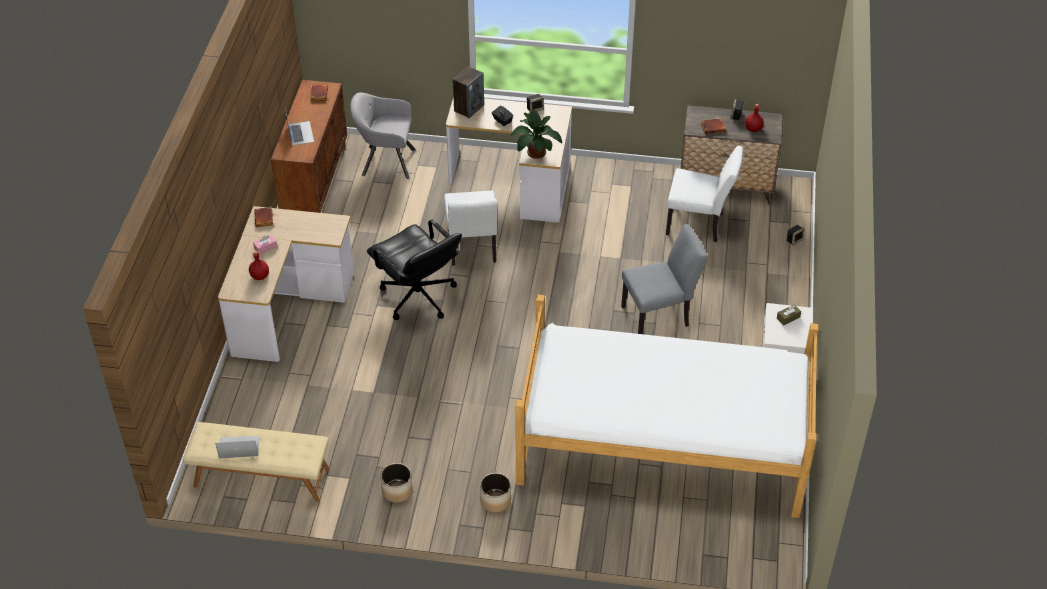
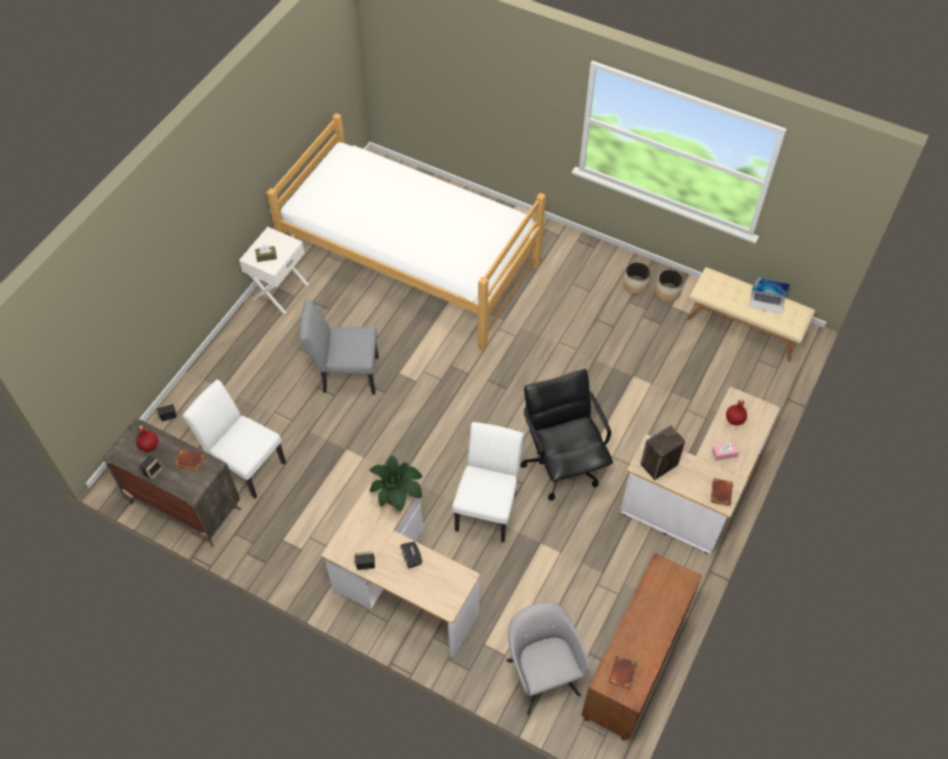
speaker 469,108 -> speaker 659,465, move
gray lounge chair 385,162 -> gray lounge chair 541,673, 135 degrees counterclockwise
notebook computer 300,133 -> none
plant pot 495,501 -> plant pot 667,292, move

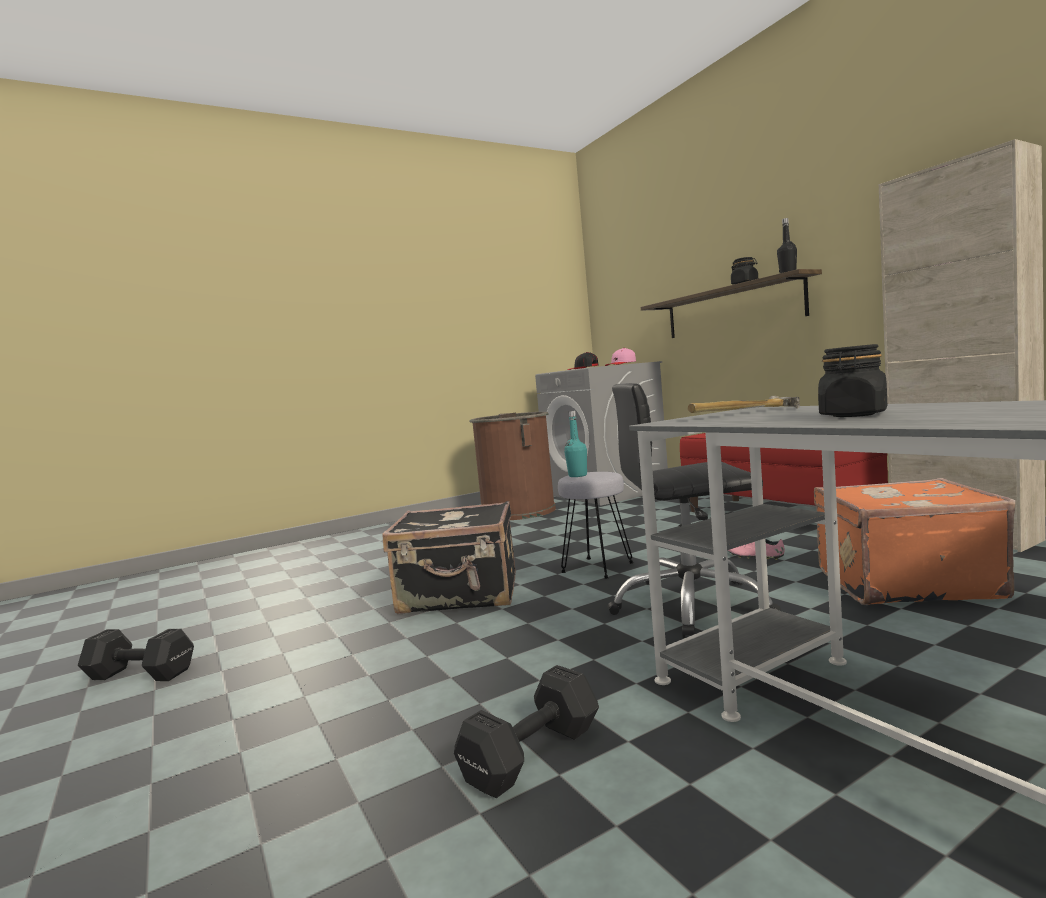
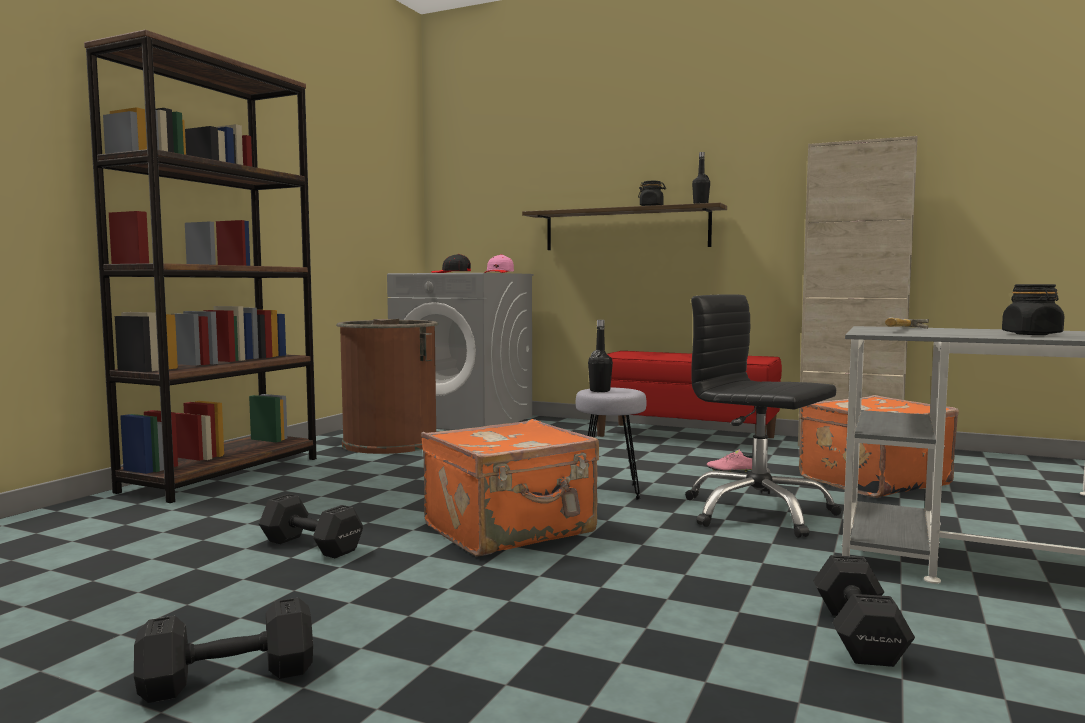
black computer chair 691,605 -> black computer chair 757,512, 75 degrees clockwise
turquoise-coloured beverage bottle 577,475 -> black beverage bottle 600,391
black suitcase 460,595 -> orangey suitcase 511,530
none -> brown-coloured bookcase 224,474
none -> black free weight 312,546

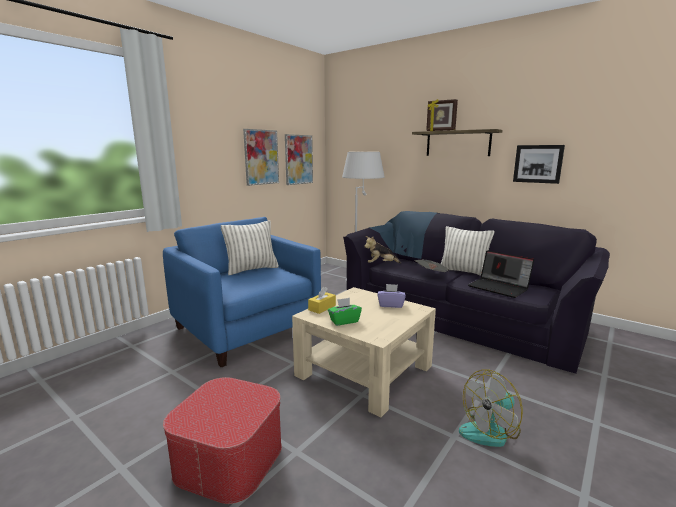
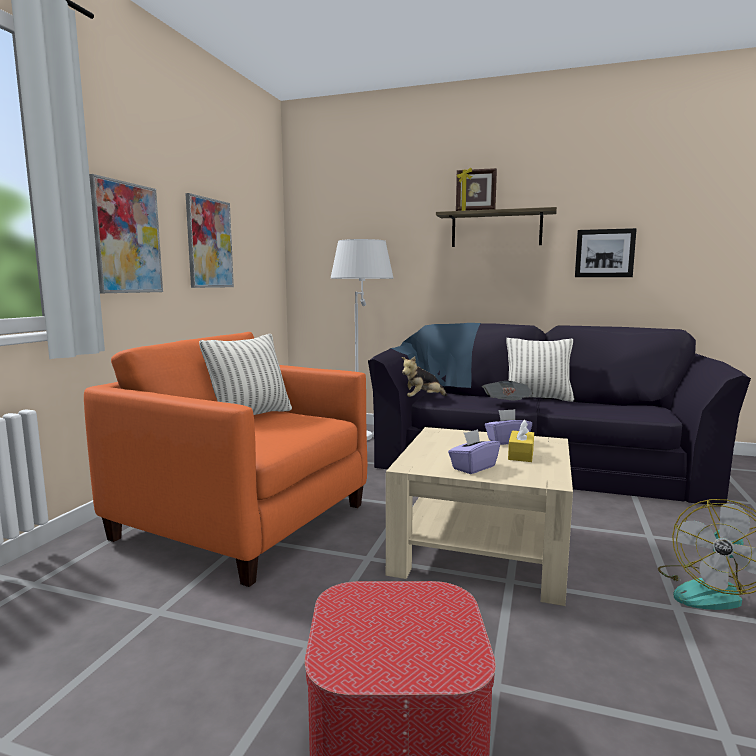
wall picture 298,159 -> wall picture 127,238, move
bluish lounge chair 247,329 -> orangey lounge chair 243,522
notebook computer 499,287 -> none
yellowish box of tissues 322,307 -> yellowish box of tissues 521,454, move
greenish box of tissues 344,321 -> purple-coloured box of tissues 473,467

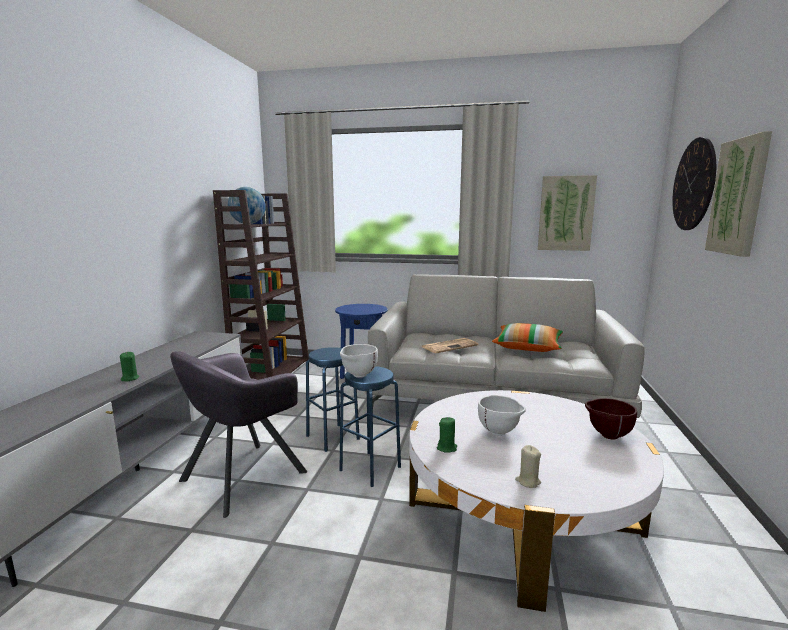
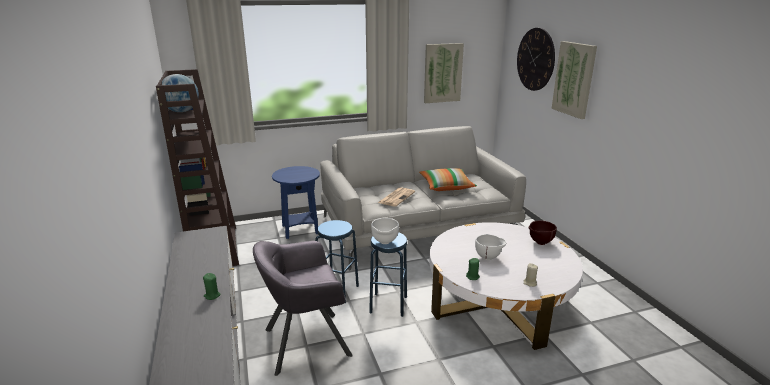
gray lounge chair 242,476 -> gray lounge chair 306,342, 60 degrees clockwise

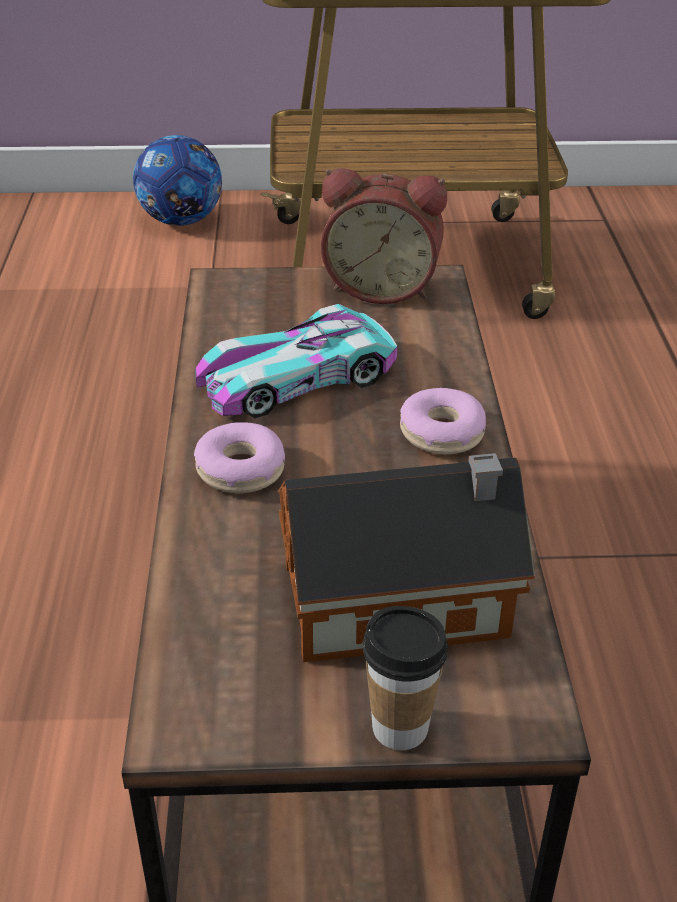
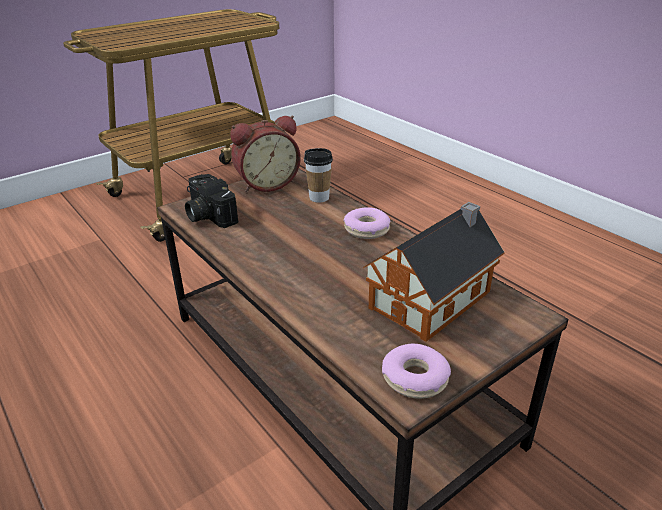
football ball 181,221 -> none
model car 296,379 -> none
donut 240,469 -> donut 415,378, move
cup 400,727 -> cup 319,198, move
none -> still camera 207,215

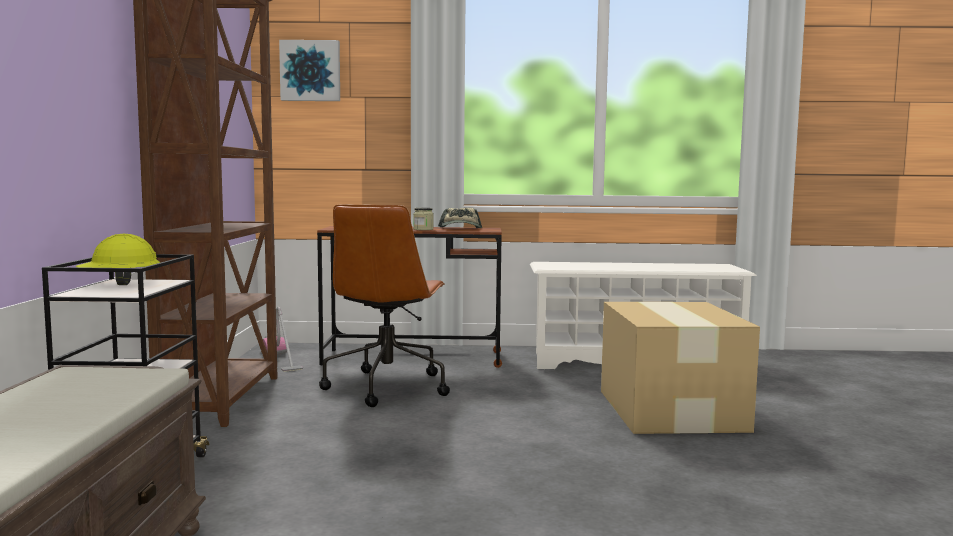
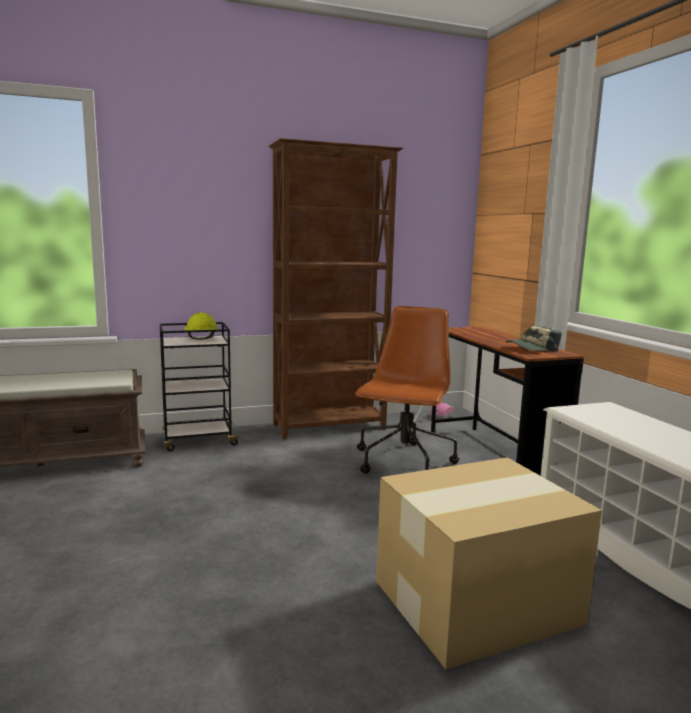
wall picture 310,71 -> none
brown-coloured computer chair 387,387 -> brown-coloured computer chair 404,462, 120 degrees clockwise
jar 423,229 -> none

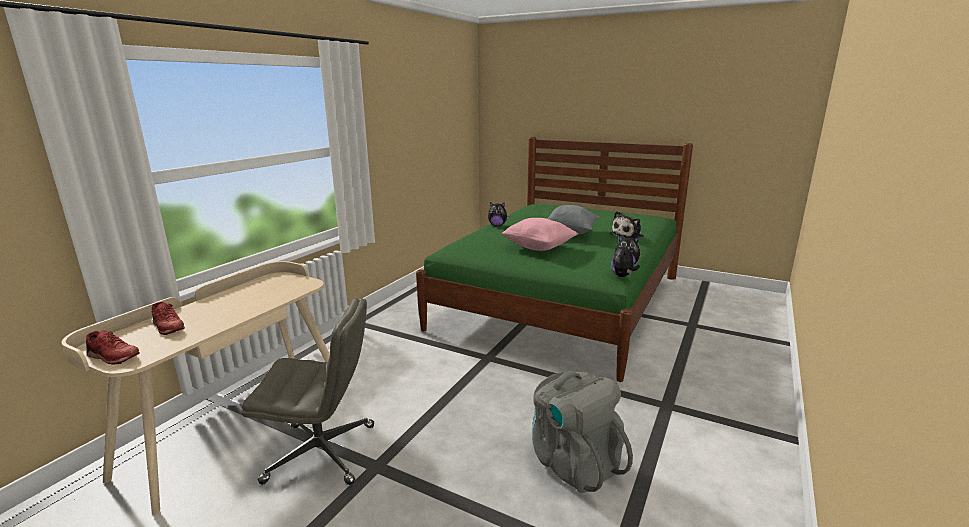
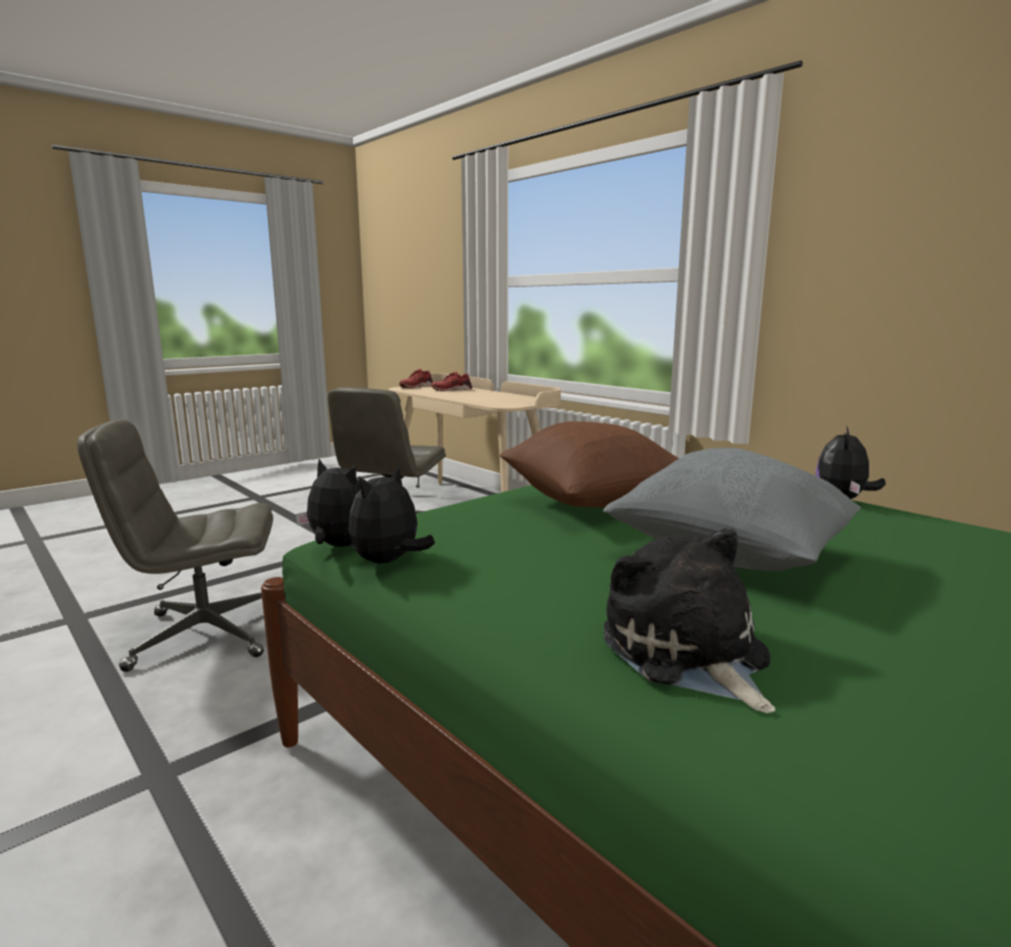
pinkish cushion 538,248 -> brown-coloured cushion 594,503
gray rucksack 573,462 -> gray computer chair 203,635

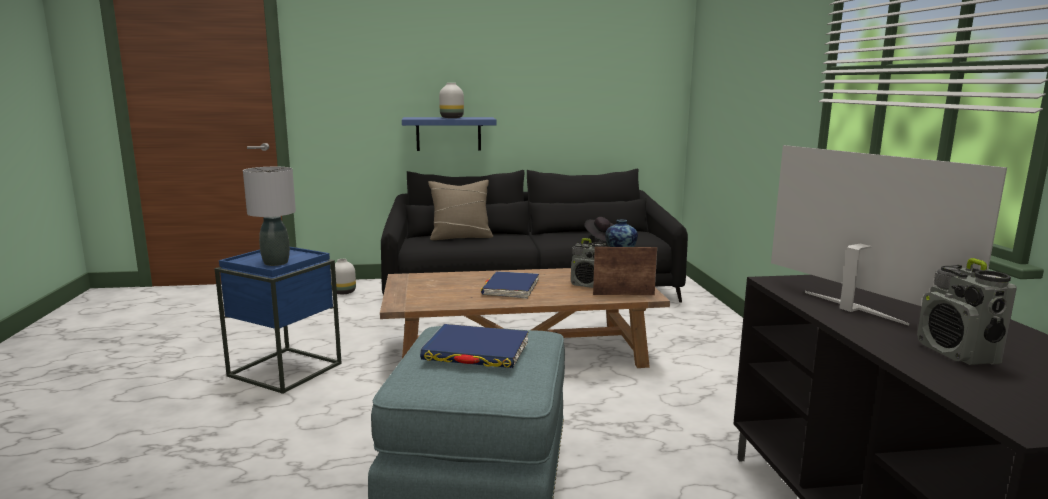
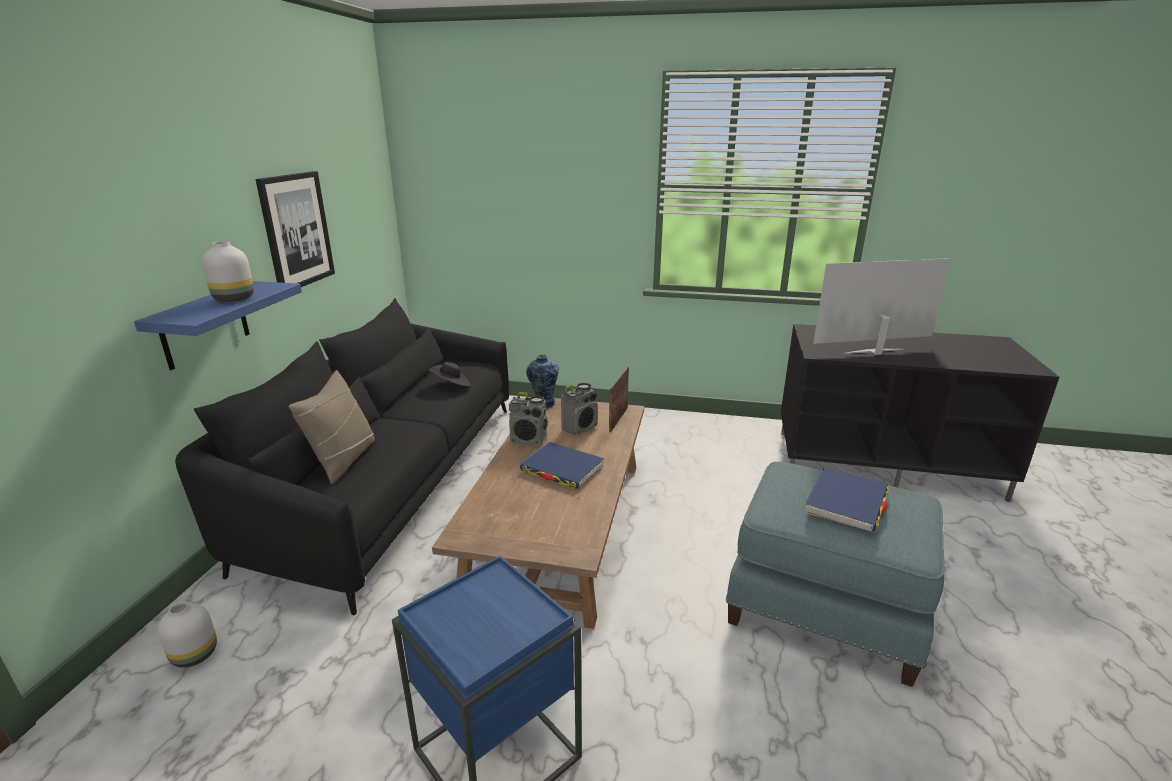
gray table lamp 276,263 -> none
radio set 957,353 -> radio set 528,439, move
none -> wall picture 296,230

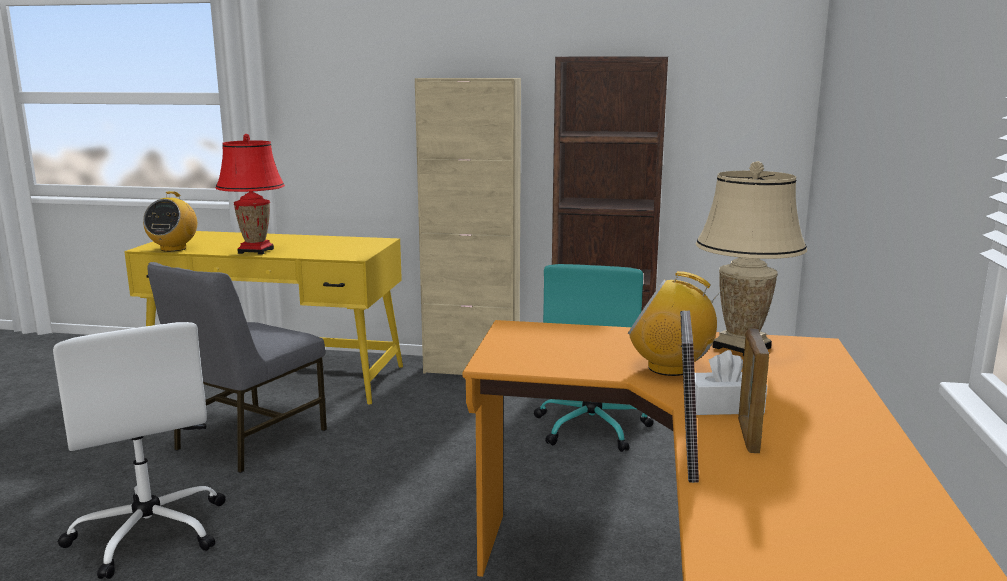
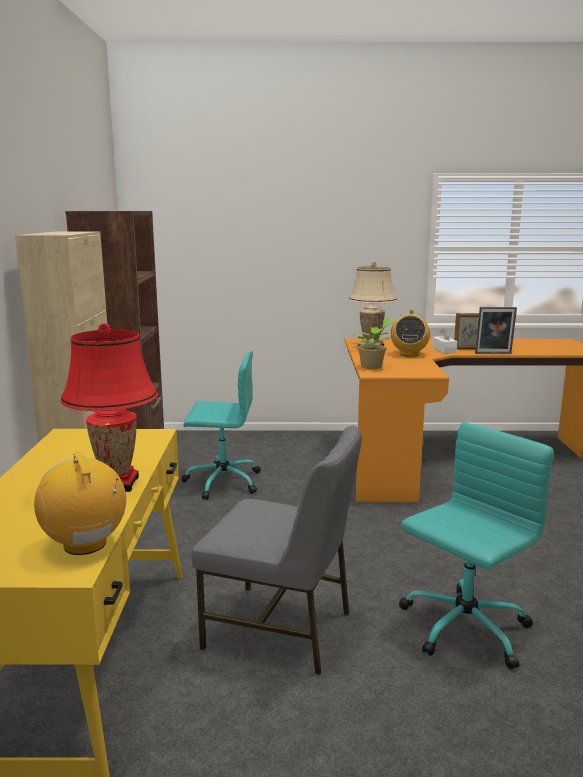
radio set 173,249 -> radio set 85,544, 120 degrees counterclockwise
white-coloured computer chair 150,532 -> turquoise-coloured computer chair 463,628
none -> houseplant 373,367

